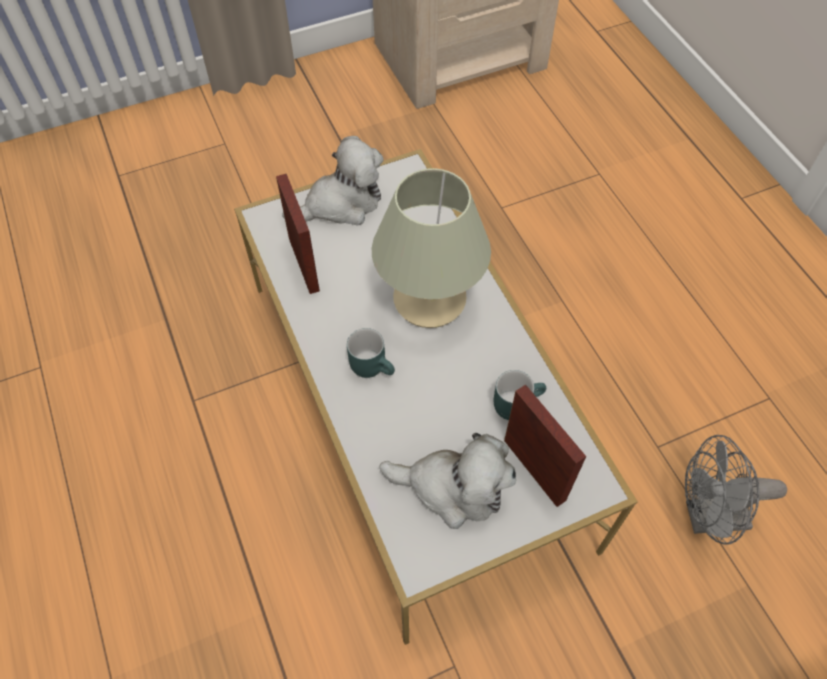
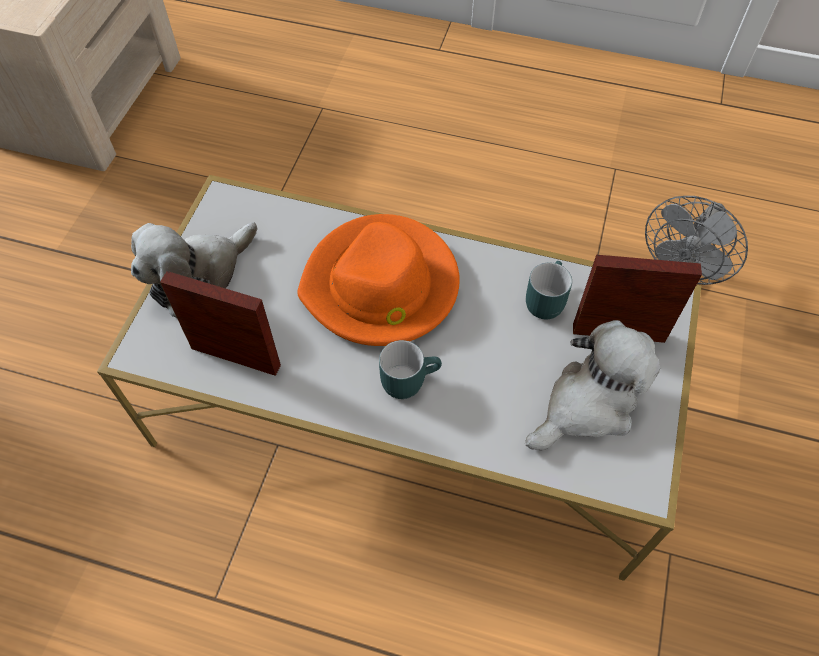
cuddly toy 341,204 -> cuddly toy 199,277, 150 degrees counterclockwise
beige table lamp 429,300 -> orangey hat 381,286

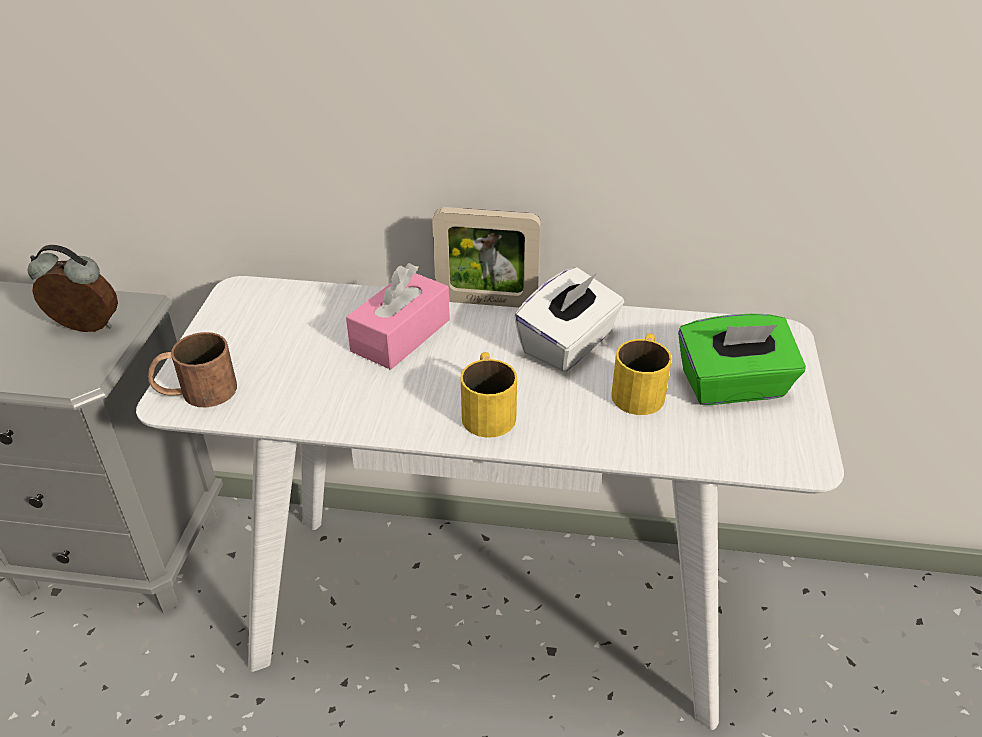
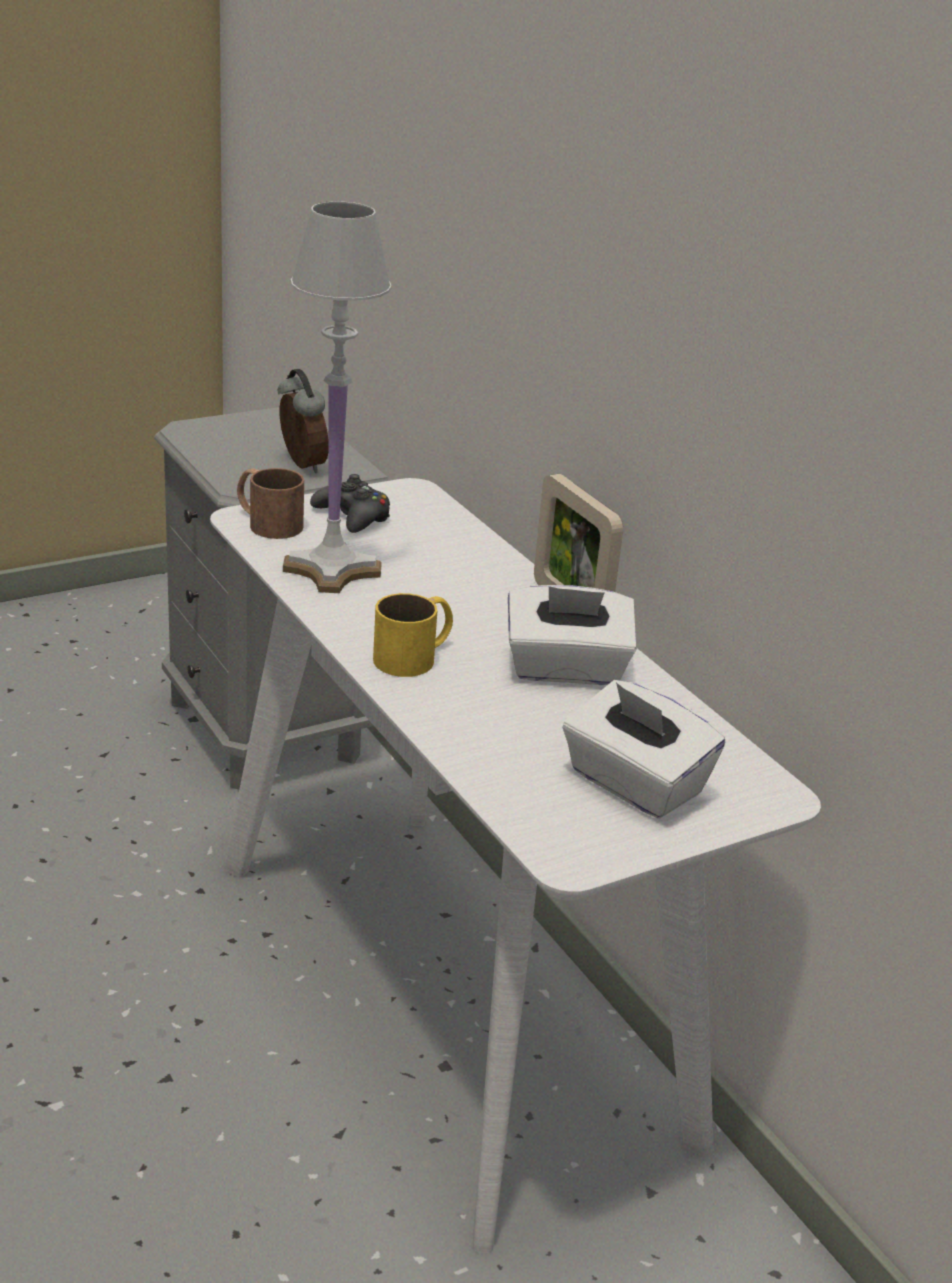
pinkish box of tissues 401,335 -> none
greenish box of tissues 733,386 -> white-coloured box of tissues 634,784
yellowish coffee mug 640,388 -> none
none -> white-coloured table lamp 331,570
none -> black game controller 353,516

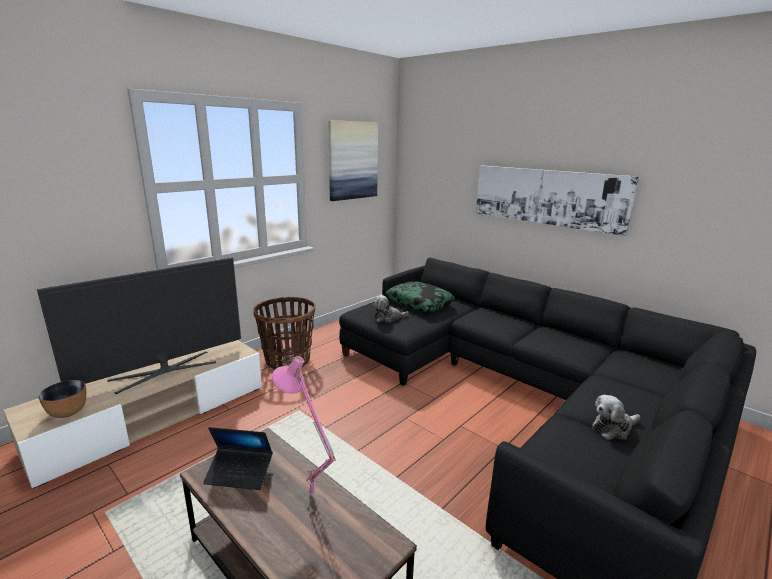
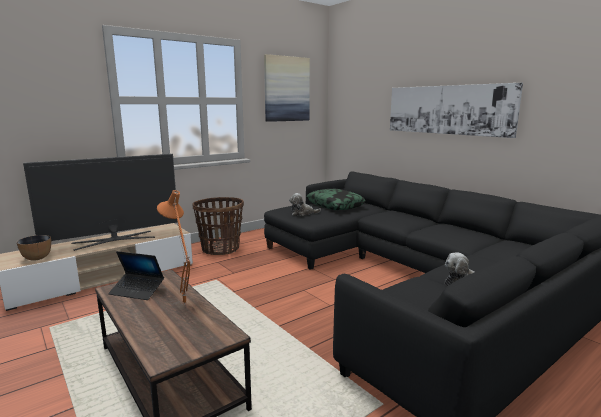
pinkish table lamp 309,495 -> orangey table lamp 182,305

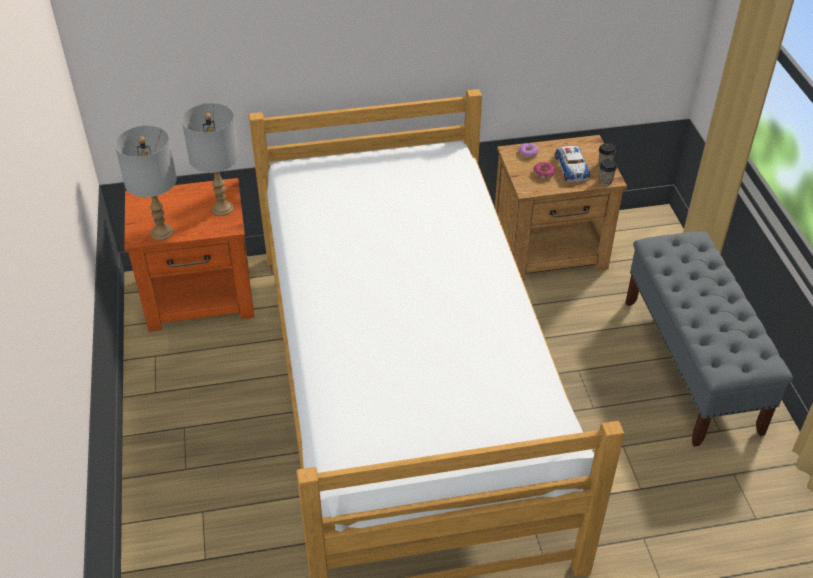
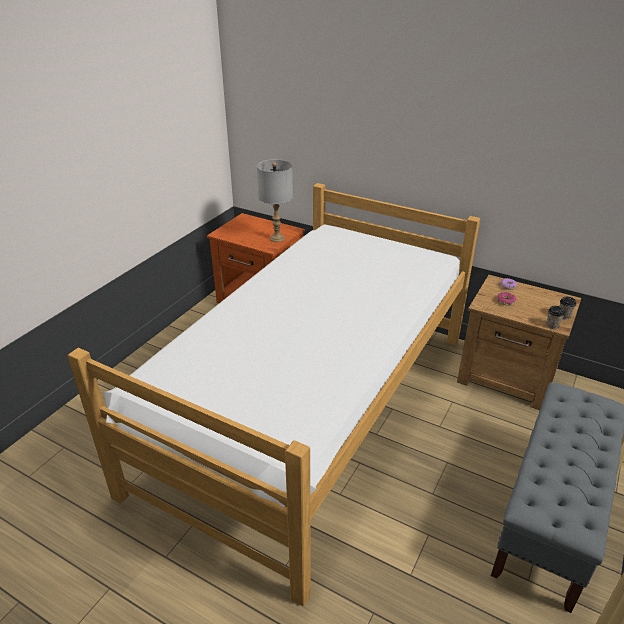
gray table lamp 162,233 -> none
model car 572,168 -> none

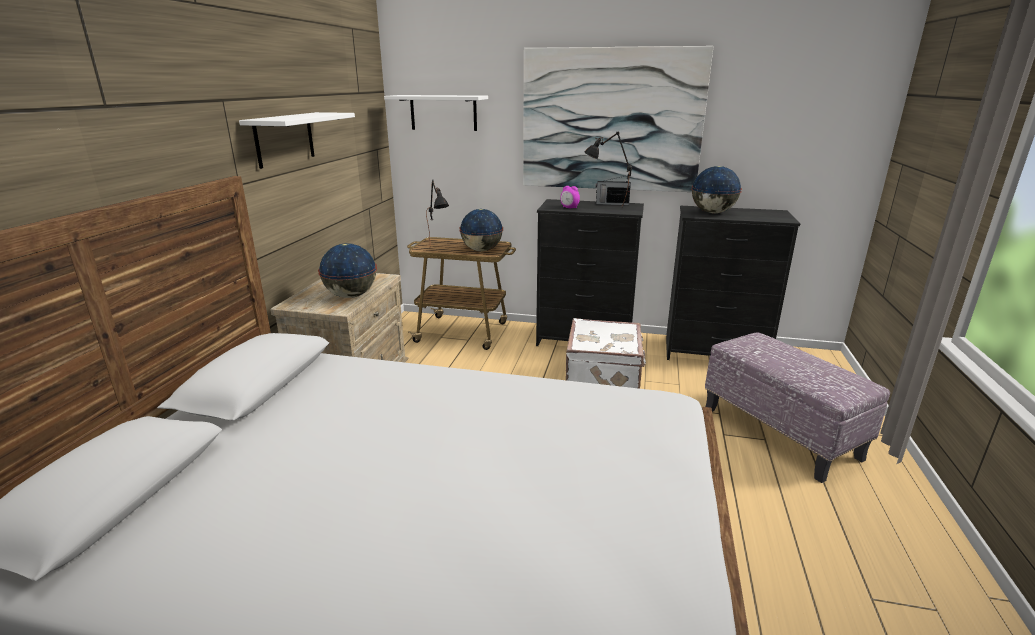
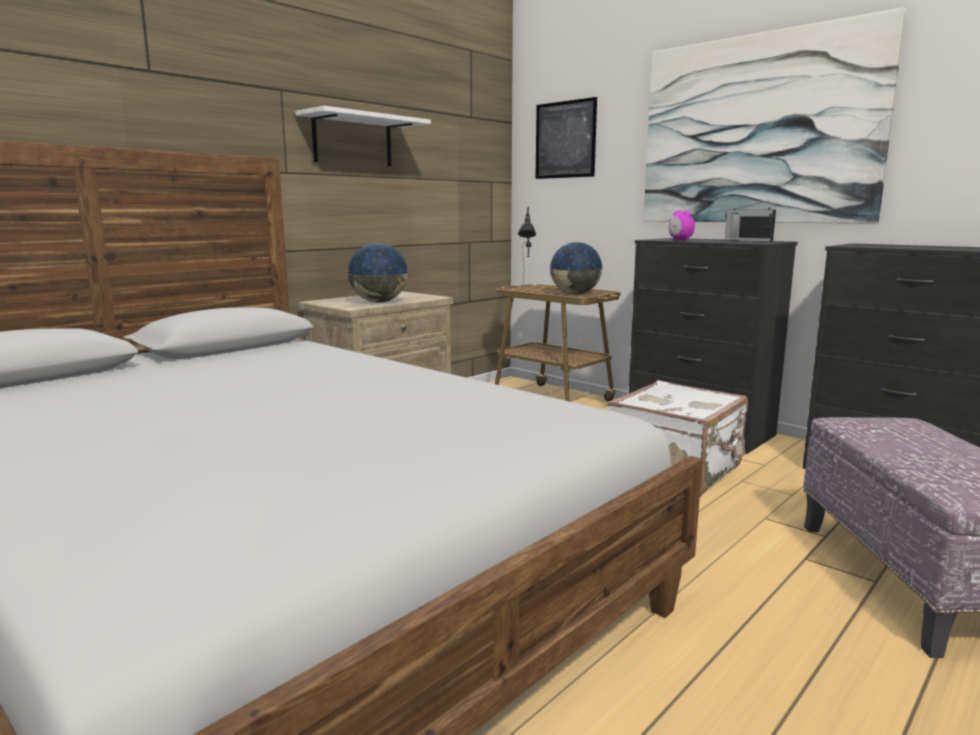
white-coloured wall shelf 443,112 -> wall picture 565,140
black table lamp 605,207 -> none
desk globe 712,212 -> none

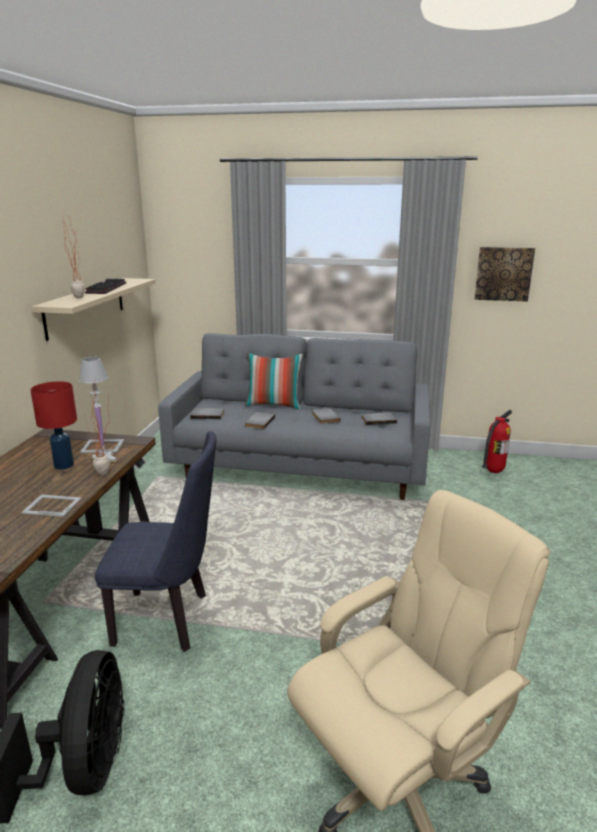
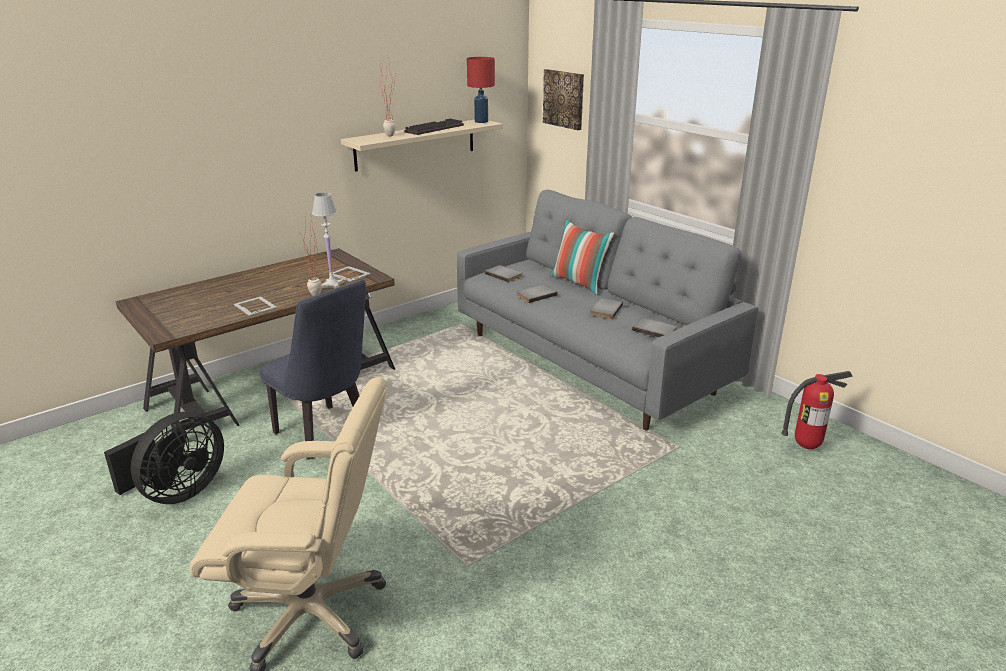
wall picture 503,274 -> wall picture 564,99, move
red-coloured table lamp 64,465 -> red-coloured table lamp 481,121, move

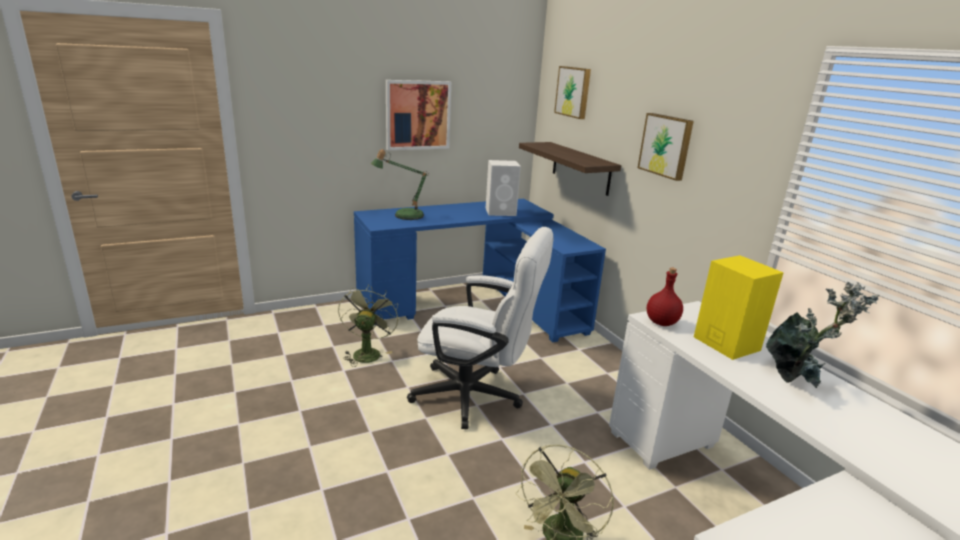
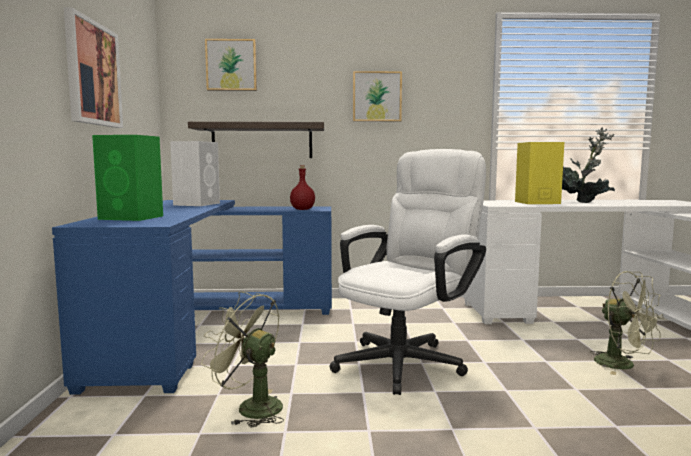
table lamp 404,215 -> greenish speaker 132,218
red-coloured beverage bottle 662,323 -> red-coloured beverage bottle 303,209, move

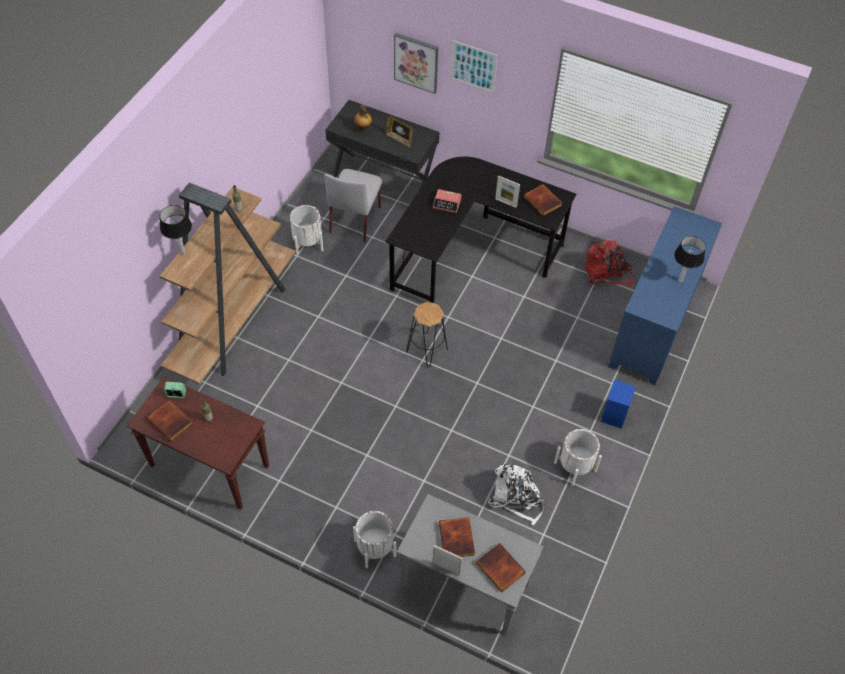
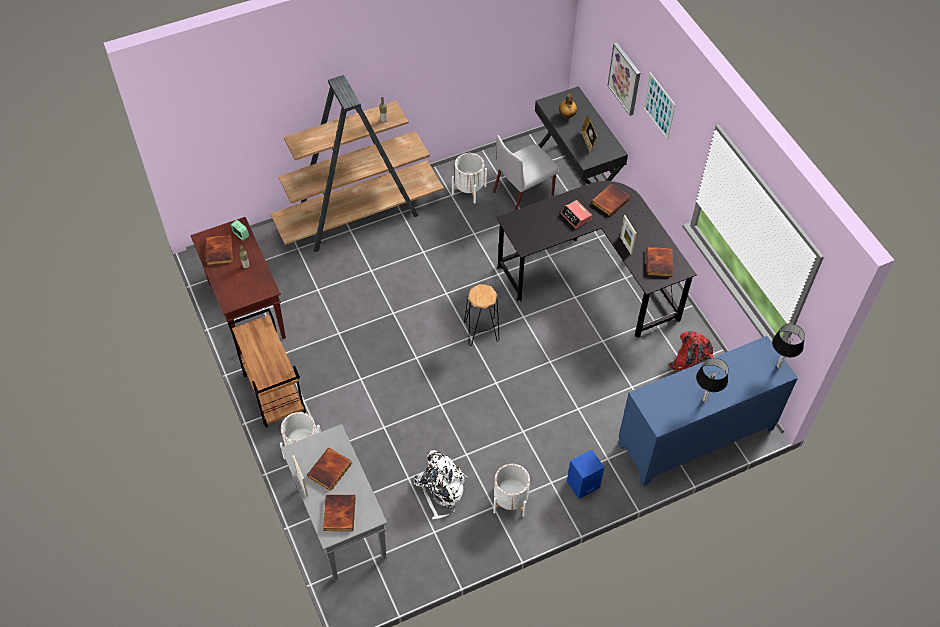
table lamp 183,253 -> table lamp 779,366, move
none -> bound book 610,200
none -> brown-coloured cart 273,393

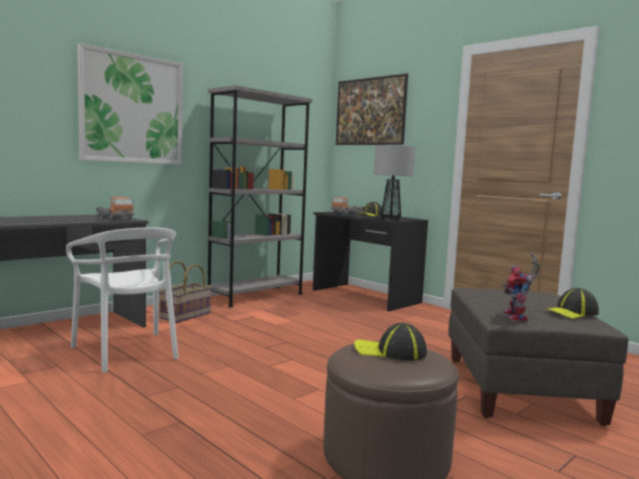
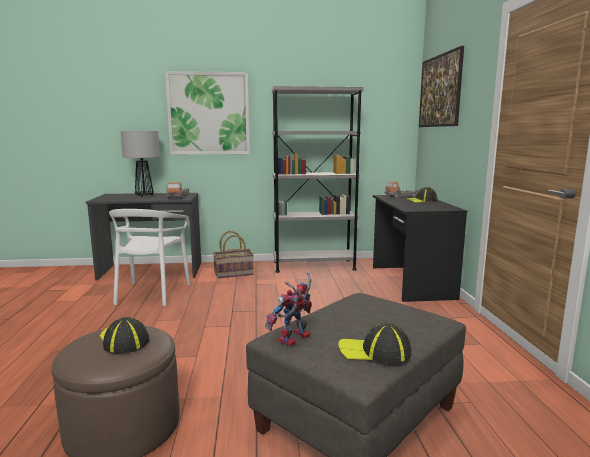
table lamp 390,219 -> table lamp 144,195, move

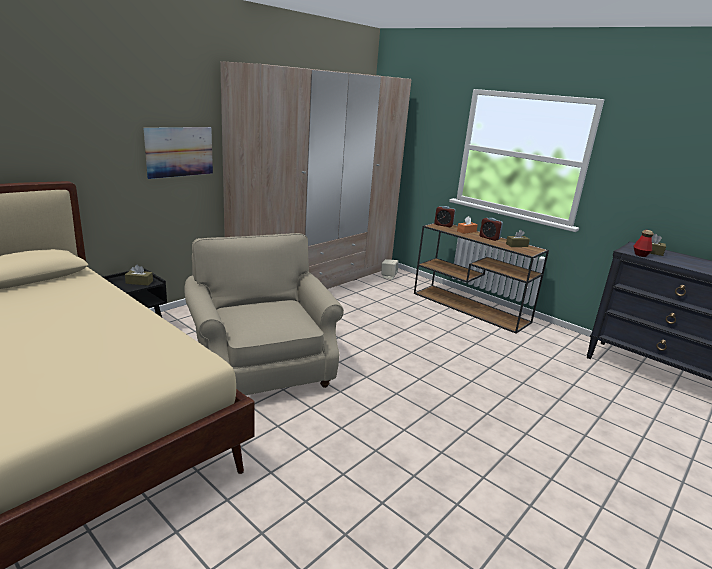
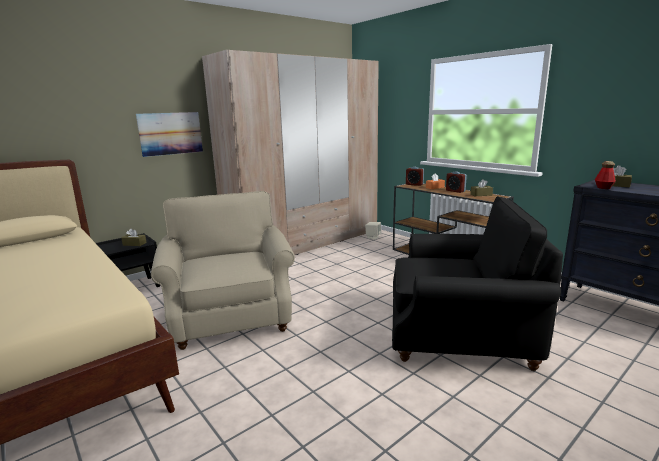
none -> black lounge chair 459,335

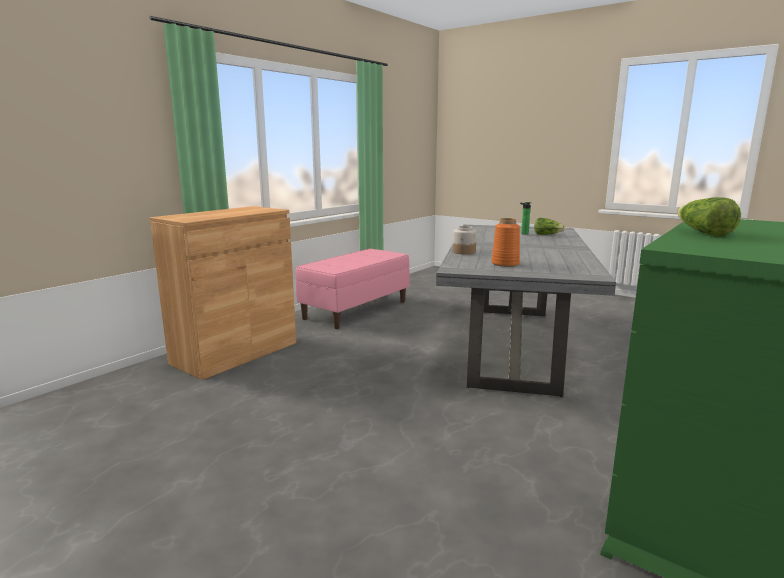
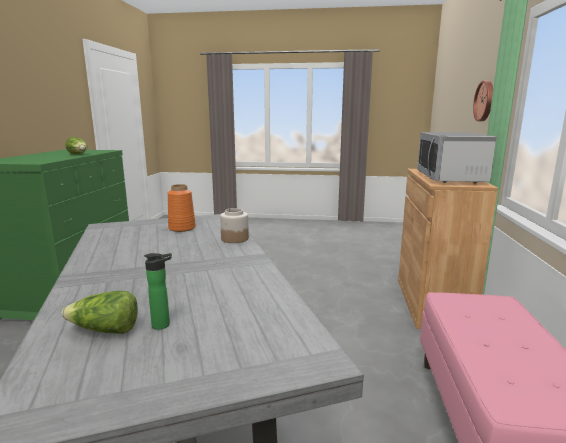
none -> hanging clock 485,101
none -> microwave 450,178

